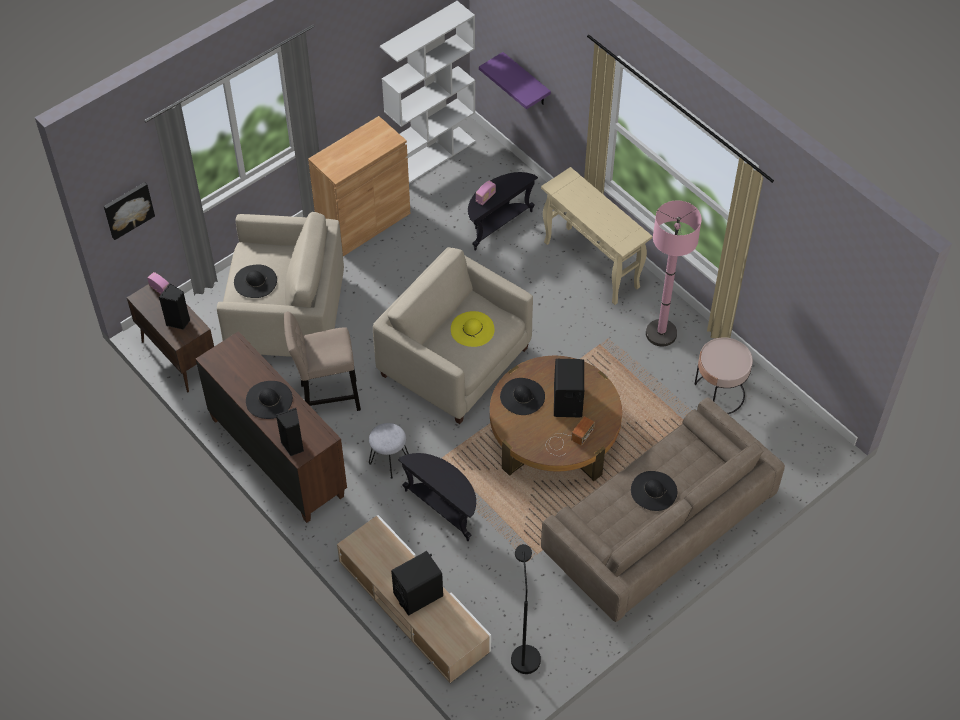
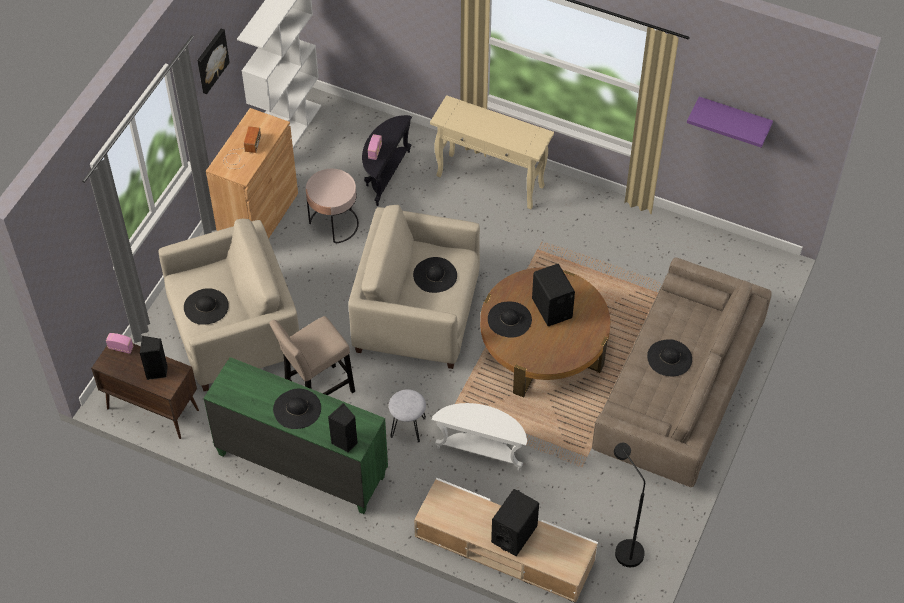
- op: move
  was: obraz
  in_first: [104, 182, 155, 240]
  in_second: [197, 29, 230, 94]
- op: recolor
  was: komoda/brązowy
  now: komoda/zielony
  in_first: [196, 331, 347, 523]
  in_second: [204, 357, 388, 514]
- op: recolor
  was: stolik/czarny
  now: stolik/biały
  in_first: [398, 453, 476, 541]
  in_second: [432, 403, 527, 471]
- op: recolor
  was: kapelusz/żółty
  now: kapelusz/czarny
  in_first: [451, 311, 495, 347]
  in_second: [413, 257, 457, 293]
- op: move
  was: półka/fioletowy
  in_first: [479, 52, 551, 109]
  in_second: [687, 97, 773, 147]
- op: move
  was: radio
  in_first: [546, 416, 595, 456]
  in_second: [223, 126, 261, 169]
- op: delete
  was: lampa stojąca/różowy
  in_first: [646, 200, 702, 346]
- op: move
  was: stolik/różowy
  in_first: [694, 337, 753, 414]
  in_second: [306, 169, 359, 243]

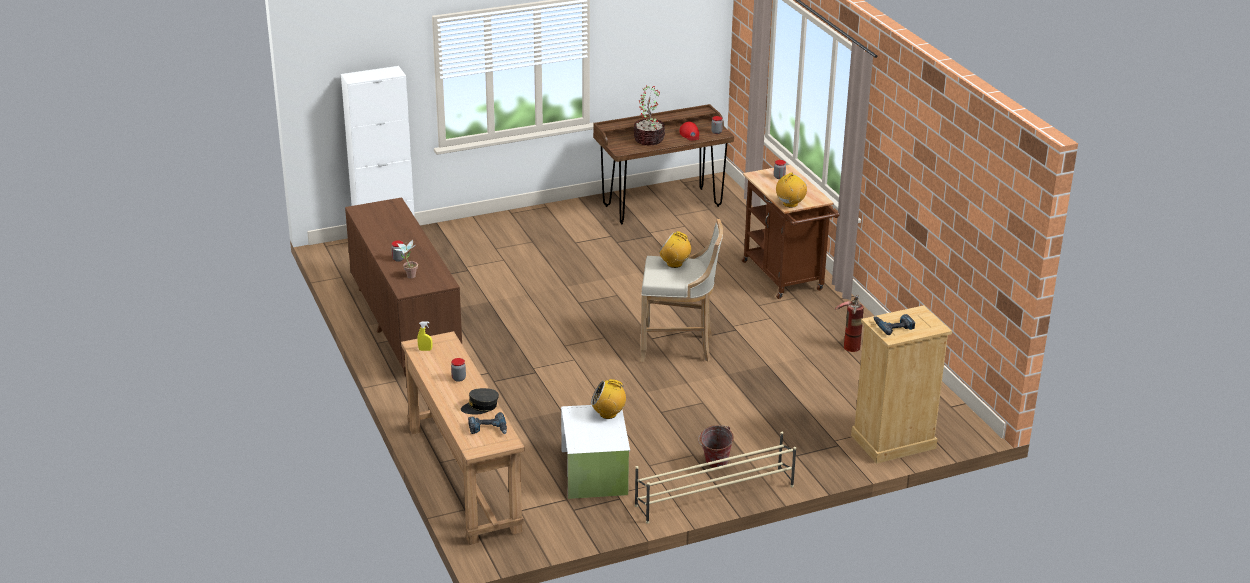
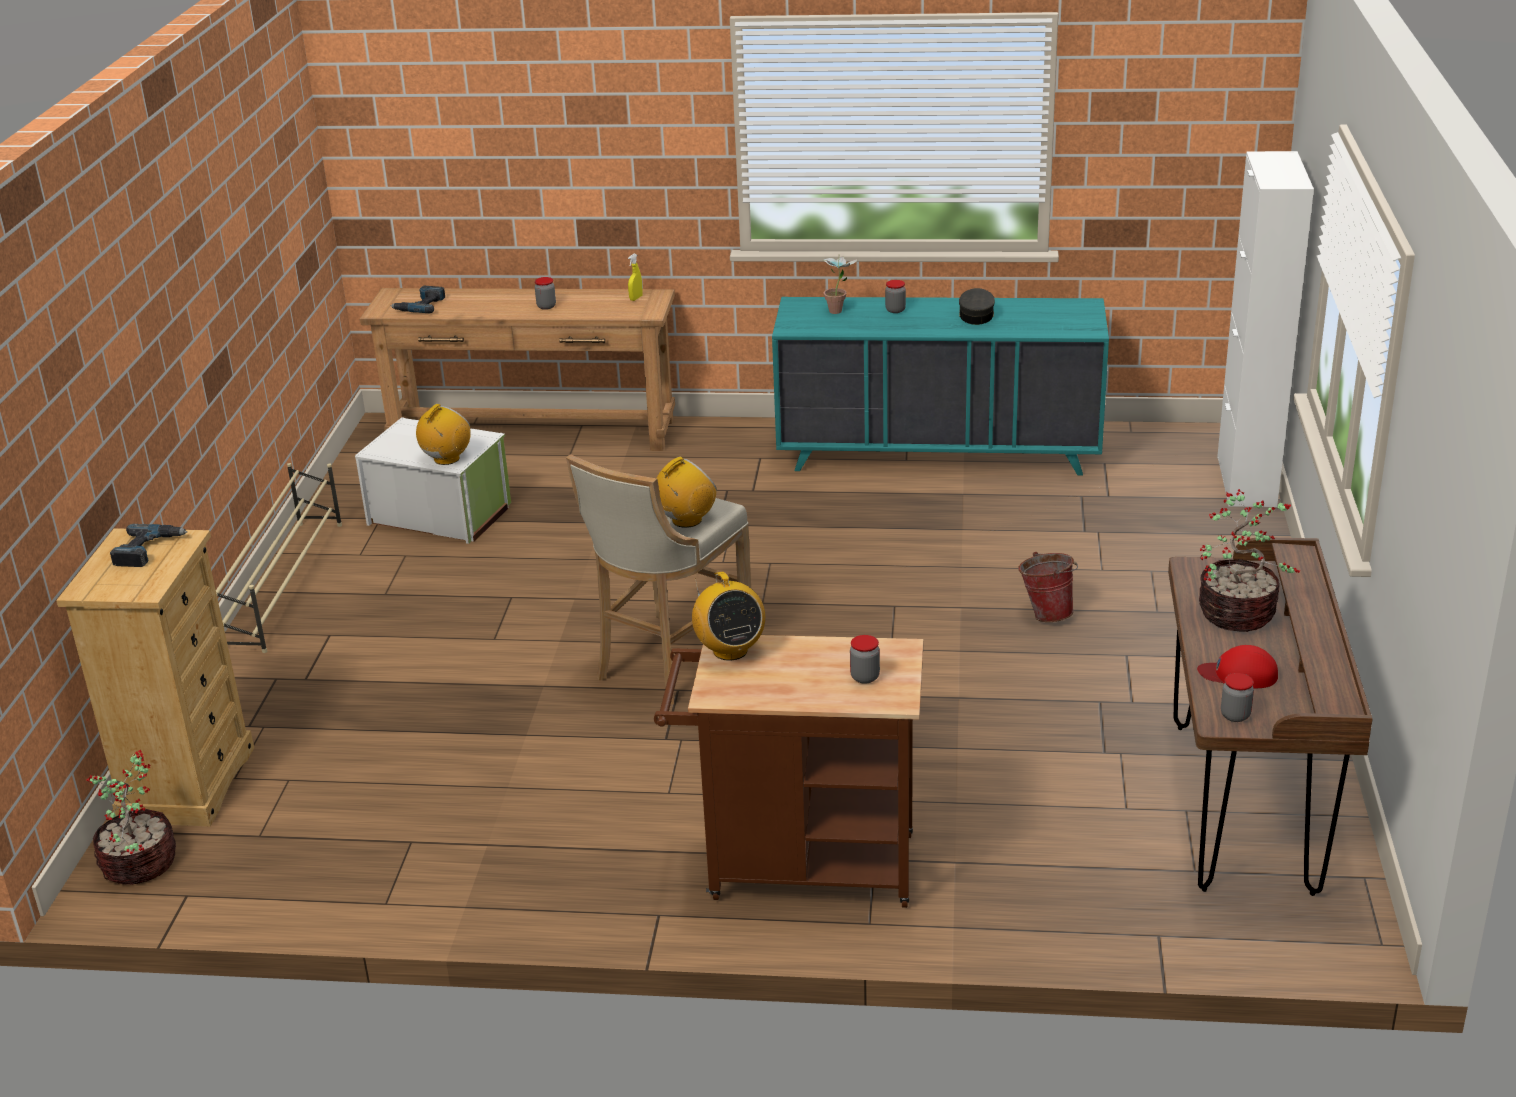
- op: recolor
  was: komoda/brązowy
  now: komoda/turkusowy
  in_first: [345, 197, 462, 376]
  in_second: [772, 297, 1109, 475]
- op: move
  was: czapka z daszkiem/szary
  in_first: [461, 388, 499, 414]
  in_second: [959, 288, 995, 325]
- op: move
  was: wiadro
  in_first: [698, 425, 734, 468]
  in_second: [1018, 552, 1078, 622]
- op: delete
  was: gaśnica
  in_first: [835, 295, 864, 352]
- op: insert
  now: roślina doniczkowa
  in_second: [86, 750, 176, 885]

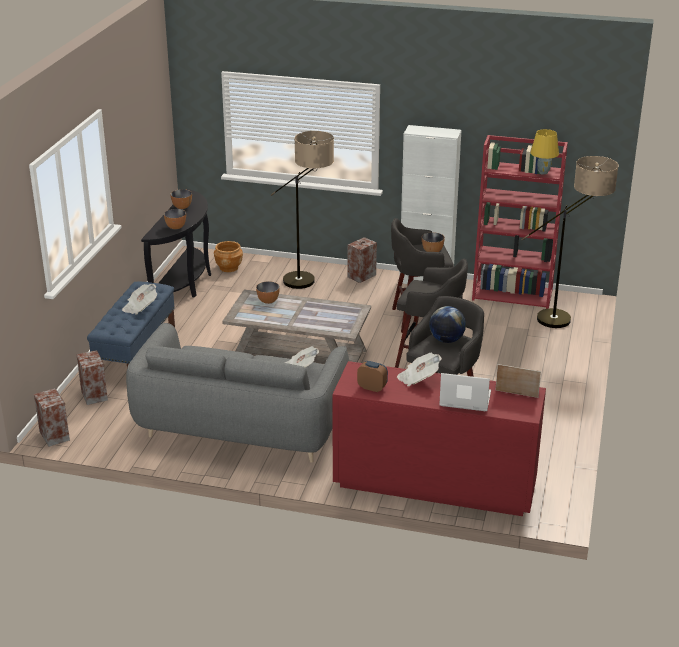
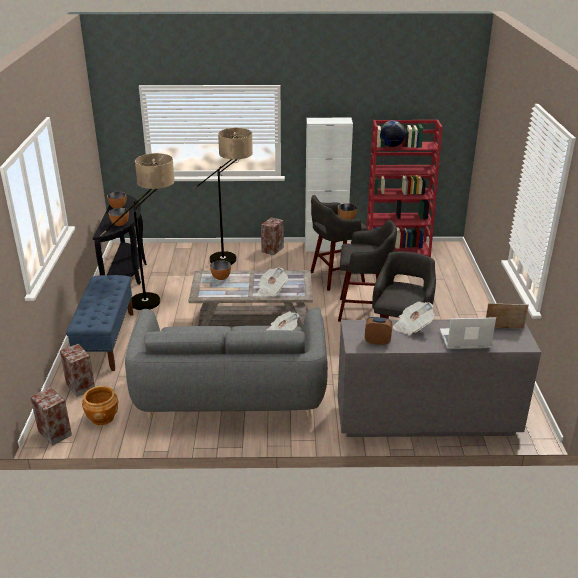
- op: move
  was: gazeta
  in_first: [122, 284, 157, 315]
  in_second: [257, 268, 288, 296]
- op: move
  was: donica/brązowy
  in_first: [214, 241, 243, 272]
  in_second: [82, 386, 118, 425]
- op: recolor
  was: komoda/czerwony
  now: komoda/szary
  in_first: [332, 361, 546, 516]
  in_second: [338, 319, 541, 437]
- op: move
  was: globus
  in_first: [429, 306, 466, 343]
  in_second: [380, 121, 406, 147]
- op: move
  was: lampa stojąca
  in_first: [521, 156, 619, 328]
  in_second: [100, 153, 175, 310]
- op: delete
  was: lampa stołowa/żółty
  in_first: [531, 129, 559, 175]

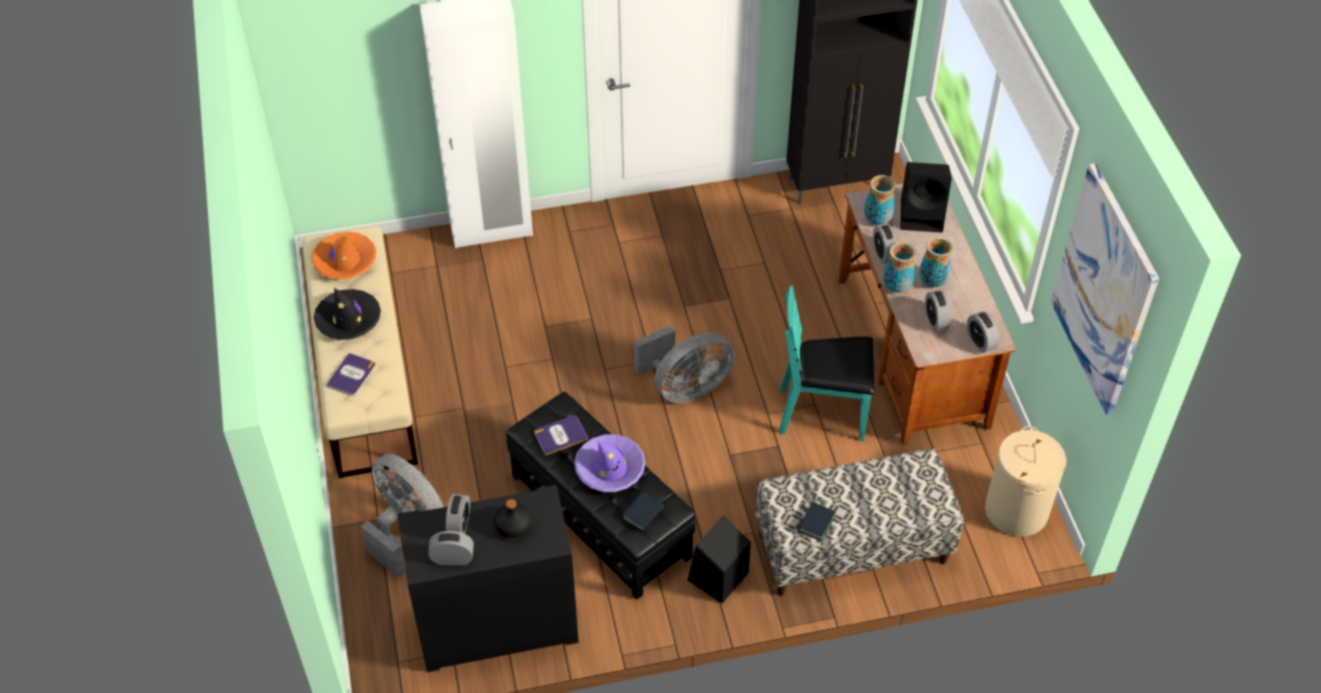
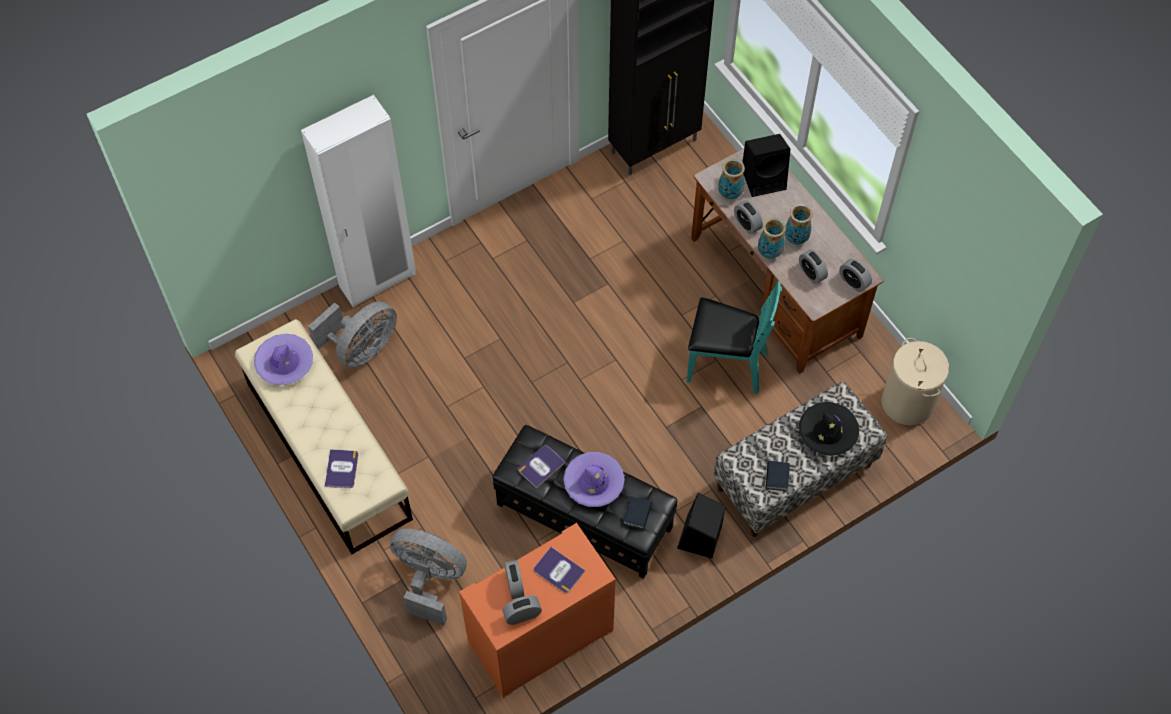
- op: recolor
  was: kapelusz/pomarańczowy
  now: kapelusz/fioletowy
  in_first: [311, 232, 376, 280]
  in_second: [254, 334, 313, 385]
- op: move
  was: kapelusz/czarny
  in_first: [314, 288, 381, 340]
  in_second: [799, 402, 859, 456]
- op: recolor
  was: komoda/czarny
  now: komoda/pomarańczowy
  in_first: [397, 485, 579, 672]
  in_second: [459, 523, 616, 698]
- op: replace
  was: butelka/czarny
  now: książka
  in_first: [494, 499, 532, 538]
  in_second: [534, 547, 585, 593]
- op: move
  was: wentylator/szary
  in_first: [634, 325, 735, 403]
  in_second: [308, 301, 397, 368]
- op: rotate
  was: krzesło/turkusowy
  in_first: [779, 286, 874, 441]
  in_second: [687, 281, 782, 394]
  clockwise: -150
- op: delete
  was: obraz
  in_first: [1051, 163, 1159, 415]

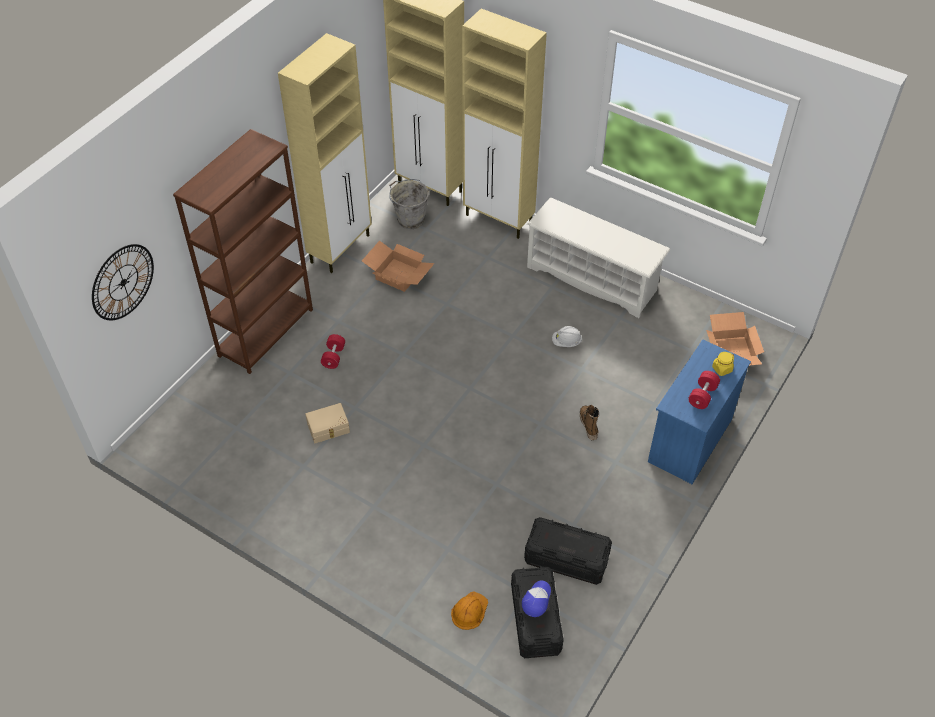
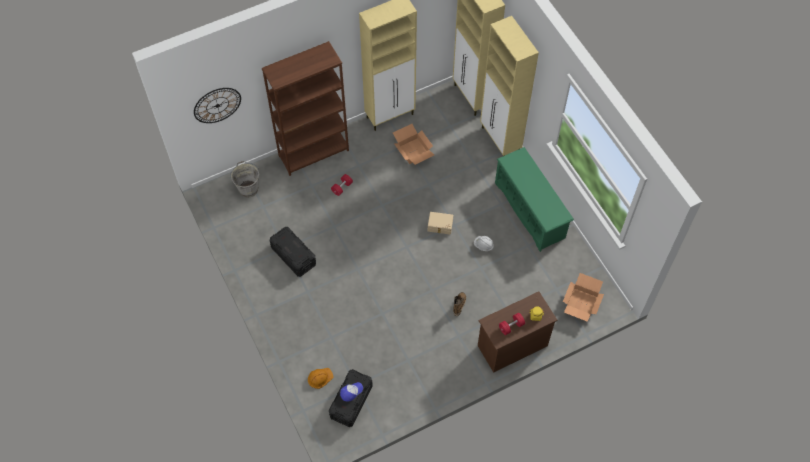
- op: move
  was: pojemnik do przechowywania/beżowy
  in_first: [305, 403, 350, 443]
  in_second: [428, 212, 453, 235]
- op: move
  was: wiadro/szary
  in_first: [389, 179, 429, 230]
  in_second: [230, 161, 259, 198]
- op: move
  was: pojemnik do przechowywania/czarny
  in_first: [524, 517, 612, 585]
  in_second: [270, 227, 316, 277]
- op: recolor
  was: regał na buty/biały
  now: regał na buty/zielony
  in_first: [527, 198, 670, 318]
  in_second: [495, 147, 574, 252]
- op: recolor
  was: komoda/niebieski
  now: komoda/brązowy
  in_first: [648, 339, 751, 484]
  in_second: [478, 291, 557, 373]

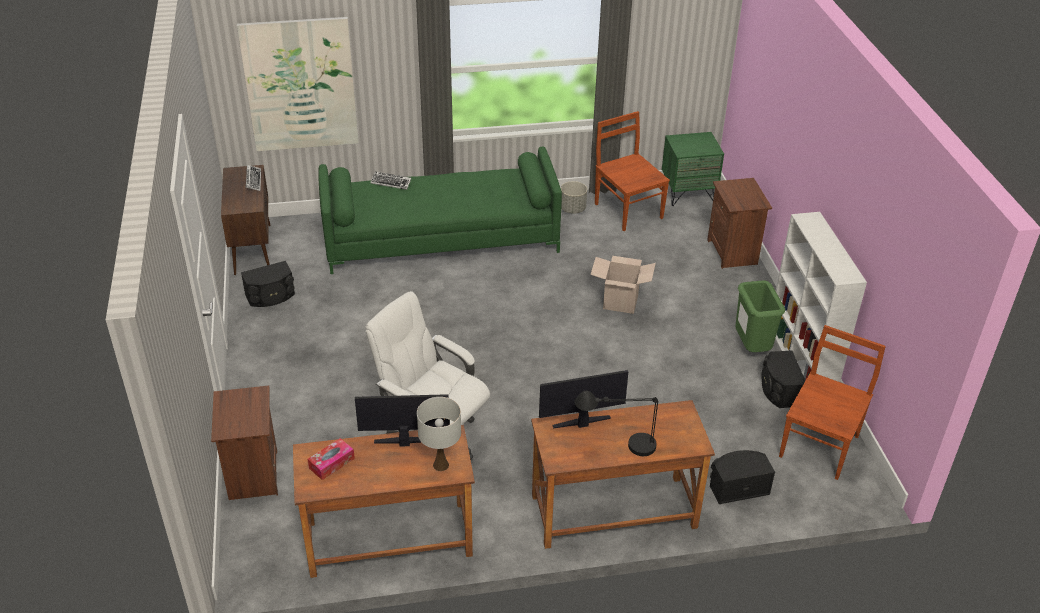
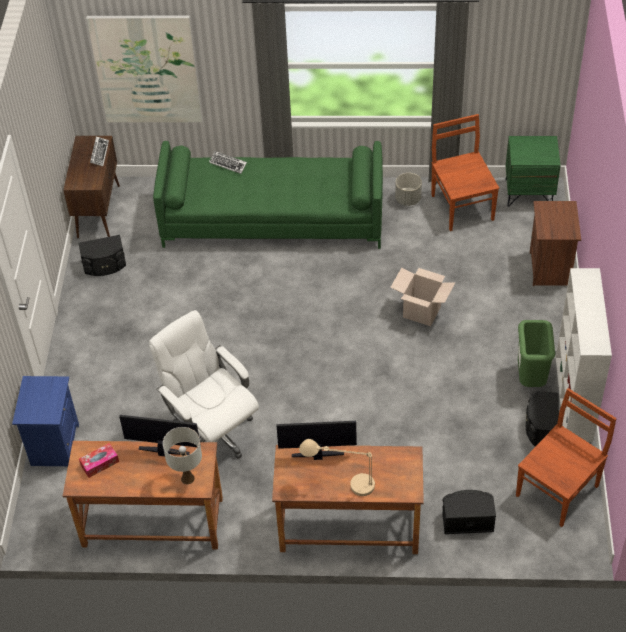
- op: recolor
  was: szafka nocna/brązowy
  now: szafka nocna/niebieski
  in_first: [211, 386, 278, 500]
  in_second: [12, 376, 79, 466]
- op: recolor
  was: lampa stołowa/czarny
  now: lampa stołowa/beżowy
  in_first: [574, 391, 658, 456]
  in_second: [299, 439, 376, 496]

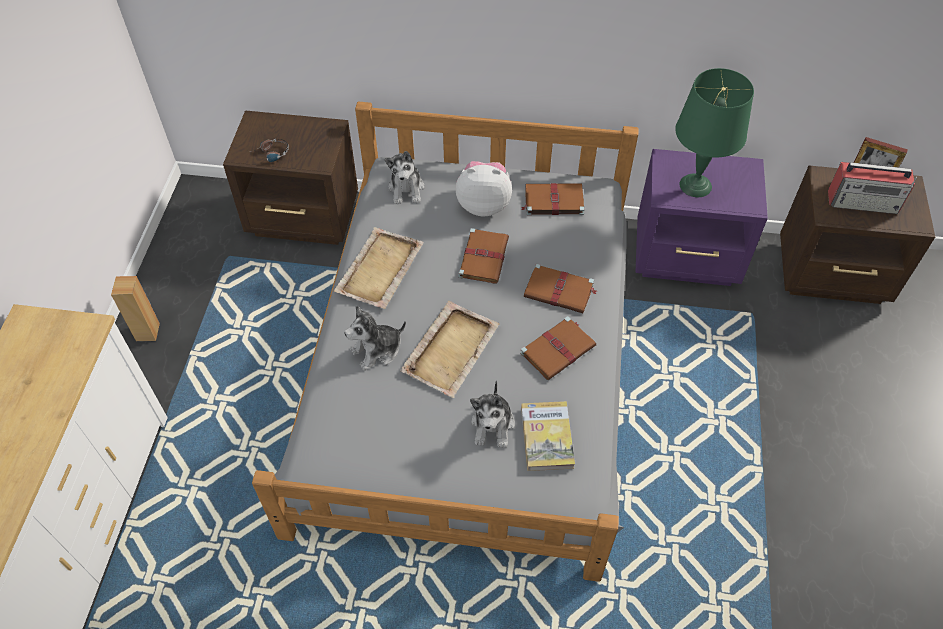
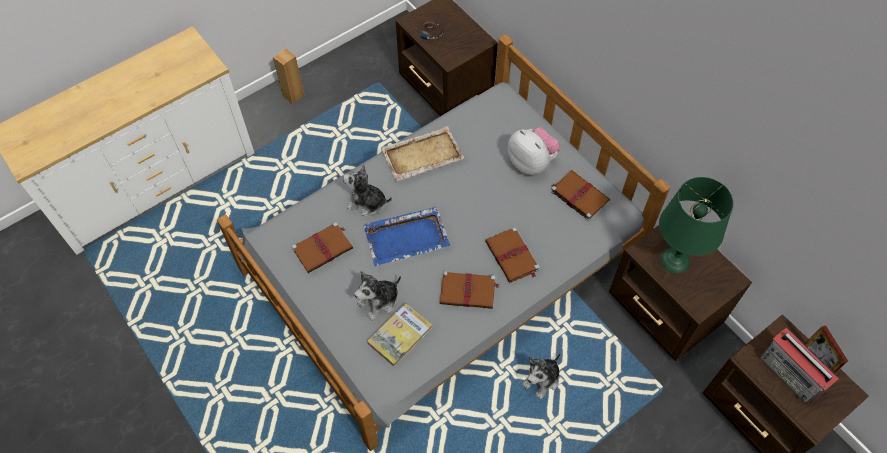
- op: move
  was: pluszak
  in_first: [384, 151, 425, 204]
  in_second: [522, 353, 561, 399]
- op: recolor
  was: taca/beżowy
  now: taca/niebieski
  in_first: [400, 301, 499, 398]
  in_second: [363, 207, 450, 267]
- op: move
  was: książka/brązowy
  in_first: [458, 228, 509, 283]
  in_second: [292, 222, 353, 273]
- op: recolor
  was: szafka nocna/fioletowy
  now: szafka nocna/brązowy
  in_first: [635, 149, 768, 286]
  in_second: [609, 225, 752, 361]

